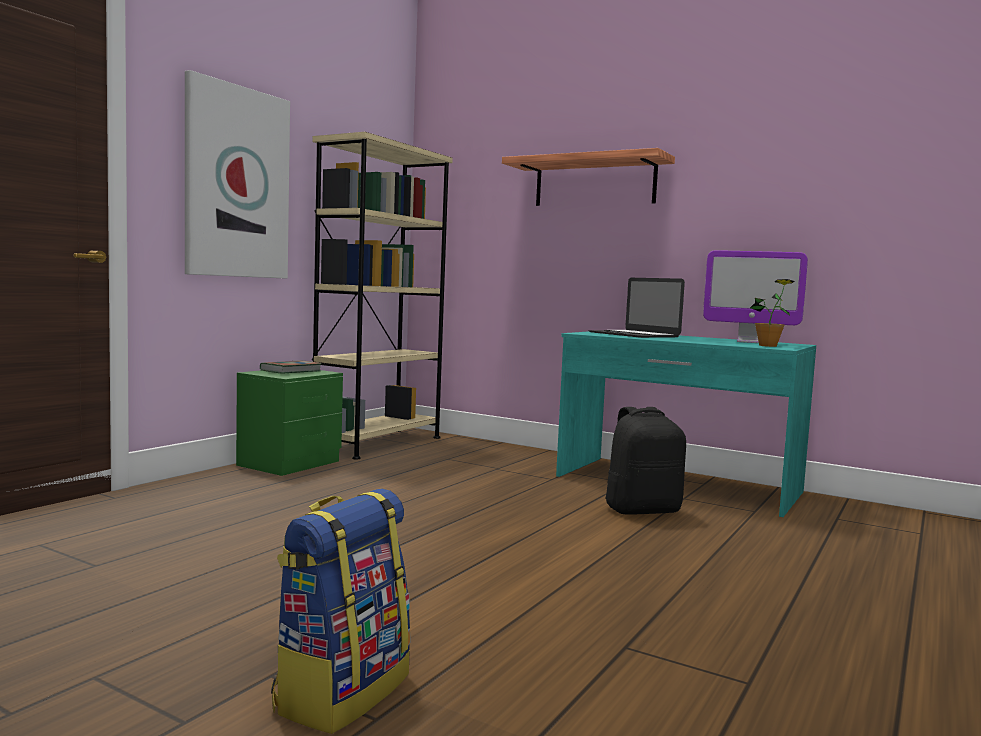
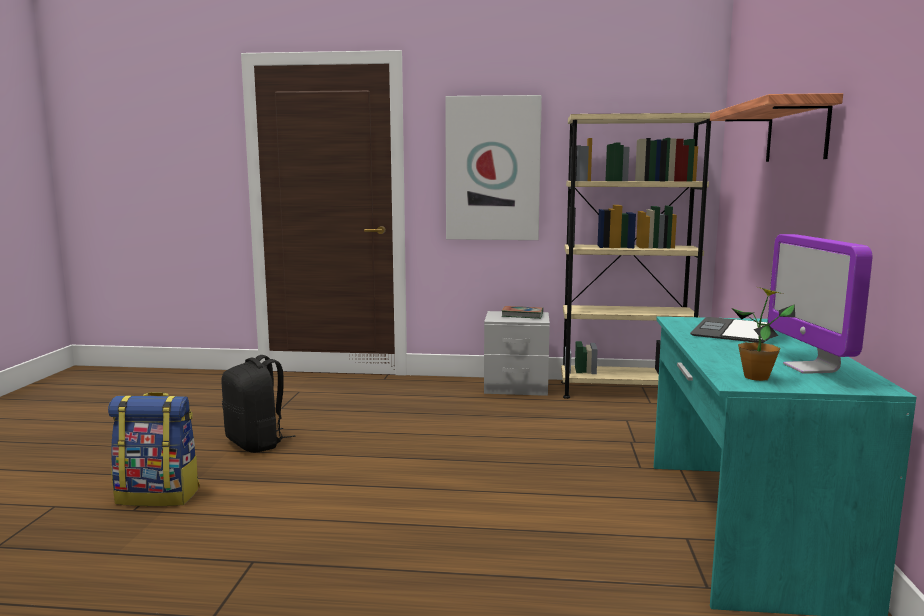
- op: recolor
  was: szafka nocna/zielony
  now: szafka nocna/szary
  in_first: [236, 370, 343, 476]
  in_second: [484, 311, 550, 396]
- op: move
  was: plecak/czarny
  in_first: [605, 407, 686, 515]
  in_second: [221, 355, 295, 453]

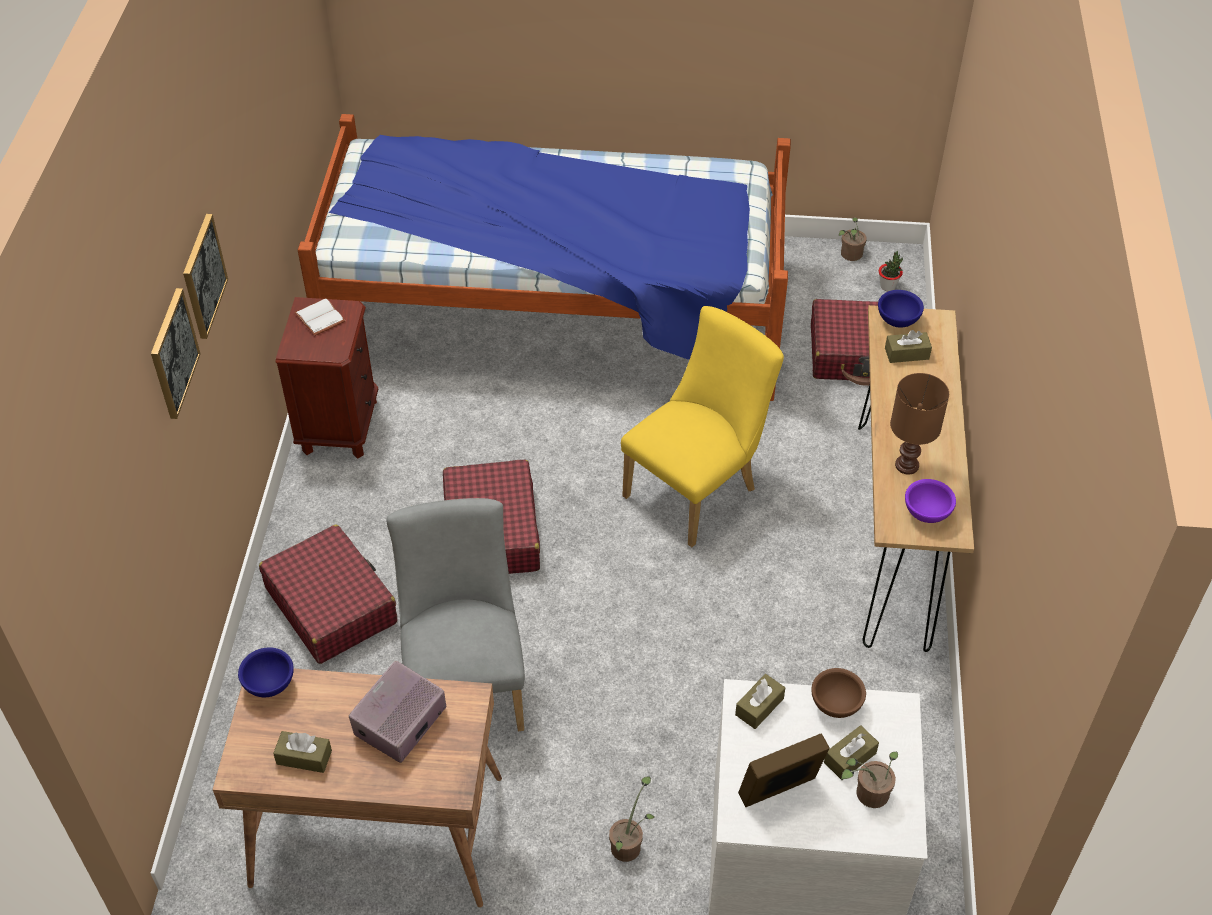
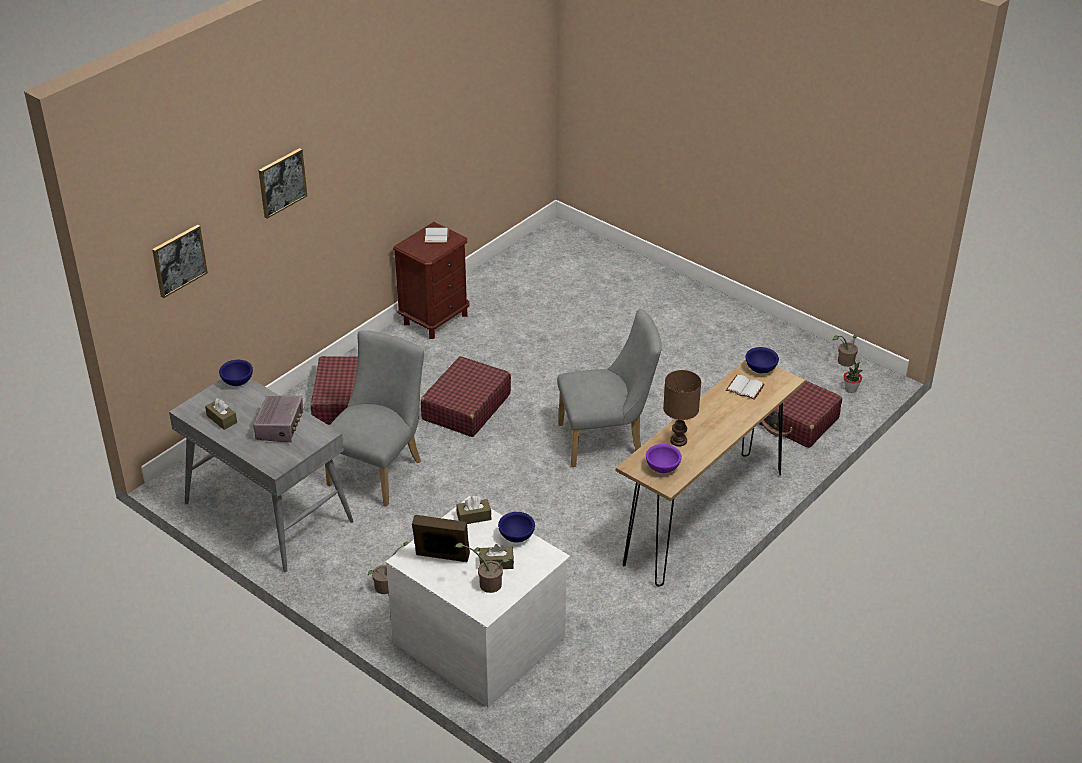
- op: move
  was: obraz
  in_first: [183, 214, 228, 339]
  in_second: [152, 225, 208, 298]
- op: recolor
  was: biurko/brązowy
  now: biurko/szary
  in_first: [212, 669, 502, 908]
  in_second: [169, 378, 354, 572]
- op: delete
  was: łóżko
  in_first: [298, 114, 791, 401]
- op: rotate
  was: radio
  in_first: [349, 661, 446, 763]
  in_second: [253, 395, 303, 443]
  clockwise: 120
- op: recolor
  was: krzesło/żółty
  now: krzesło/szary
  in_first: [621, 306, 784, 547]
  in_second: [557, 309, 662, 467]
- op: recolor
  was: miska/brązowy
  now: miska/niebieski
  in_first: [811, 668, 866, 718]
  in_second: [498, 512, 535, 543]
- op: replace
  was: pudełko chusteczek/brązowy
  now: książka/biały
  in_first: [885, 330, 932, 363]
  in_second: [726, 375, 765, 400]

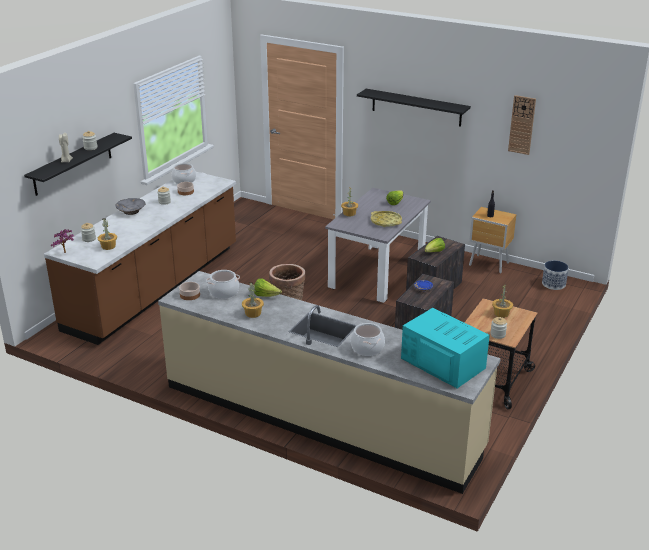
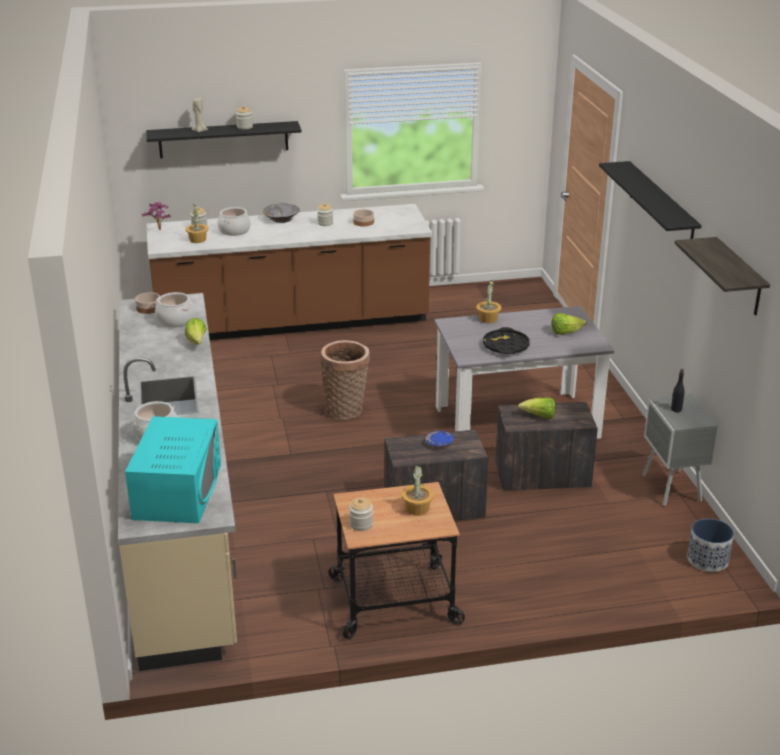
- op: move
  was: garnek
  in_first: [172, 163, 196, 184]
  in_second: [218, 207, 251, 236]
- op: delete
  was: roślina doniczkowa
  in_first: [242, 282, 264, 318]
- op: recolor
  was: taca/żółty
  now: taca/czarny
  in_first: [371, 211, 402, 227]
  in_second: [483, 327, 530, 354]
- op: recolor
  was: szafka nocna/brązowy
  now: szafka nocna/szary
  in_first: [469, 207, 517, 273]
  in_second: [642, 394, 718, 506]
- op: replace
  was: zegar ścienny
  now: półka
  in_first: [508, 95, 536, 155]
  in_second: [674, 237, 770, 316]

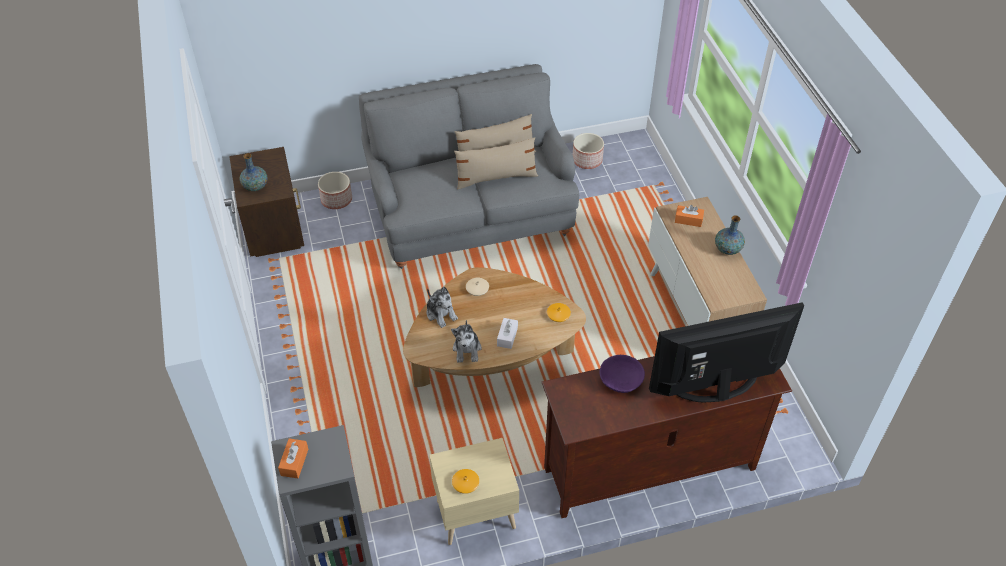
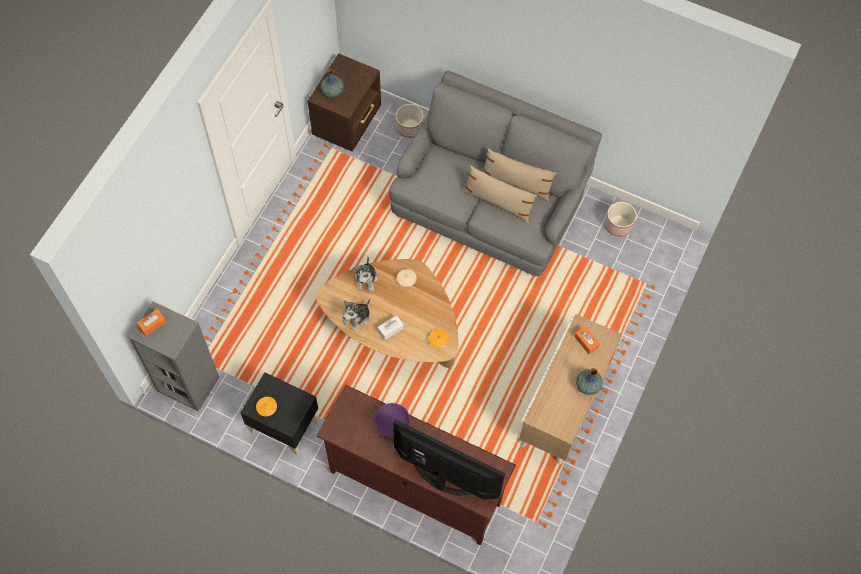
- op: recolor
  was: szafka nocna/beżowy
  now: szafka nocna/czarny
  in_first: [429, 438, 519, 545]
  in_second: [241, 372, 318, 455]

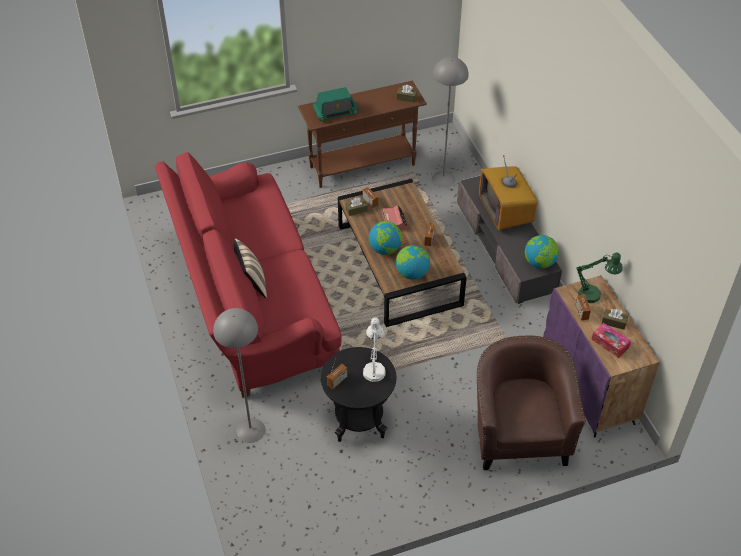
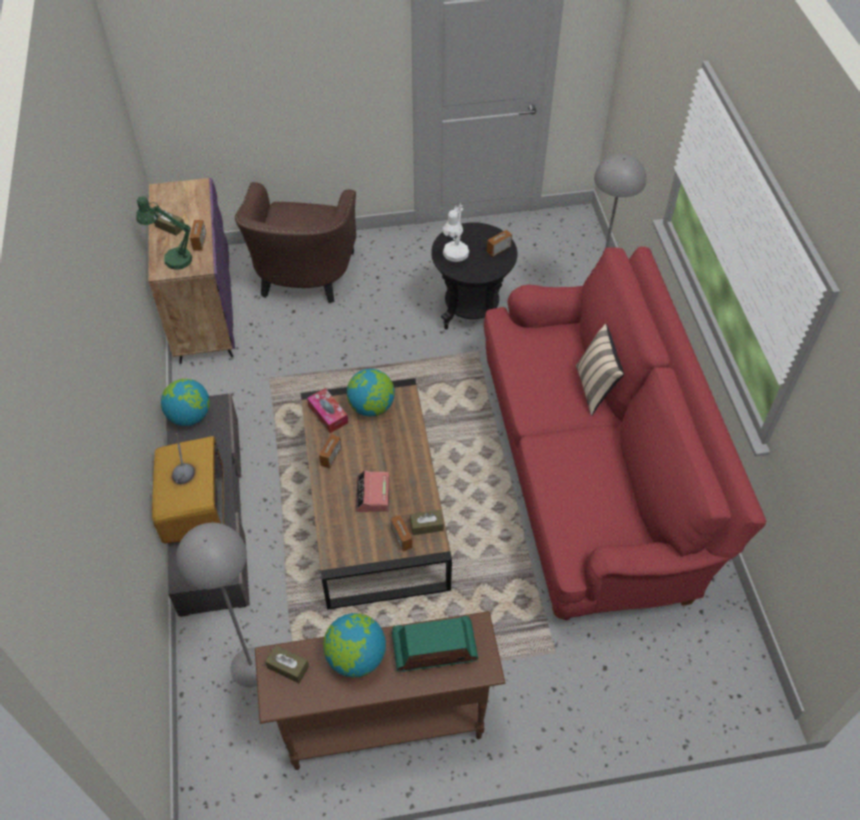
- op: move
  was: globus
  in_first: [369, 221, 402, 255]
  in_second: [323, 613, 386, 677]
- op: move
  was: pudełko chusteczek
  in_first: [591, 323, 631, 358]
  in_second: [307, 388, 348, 433]

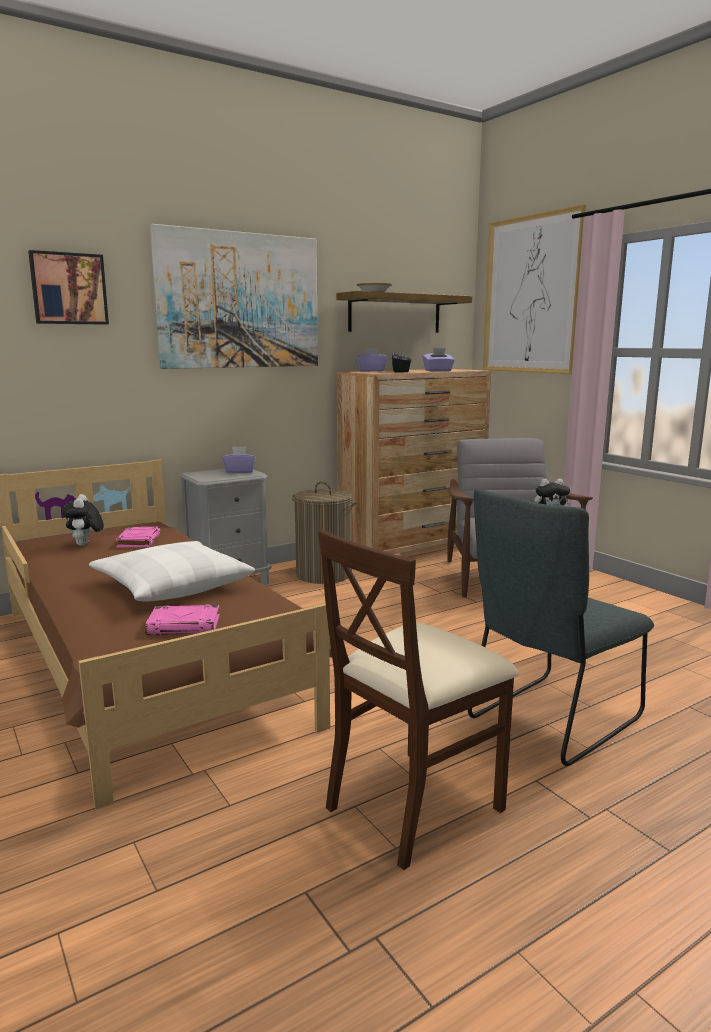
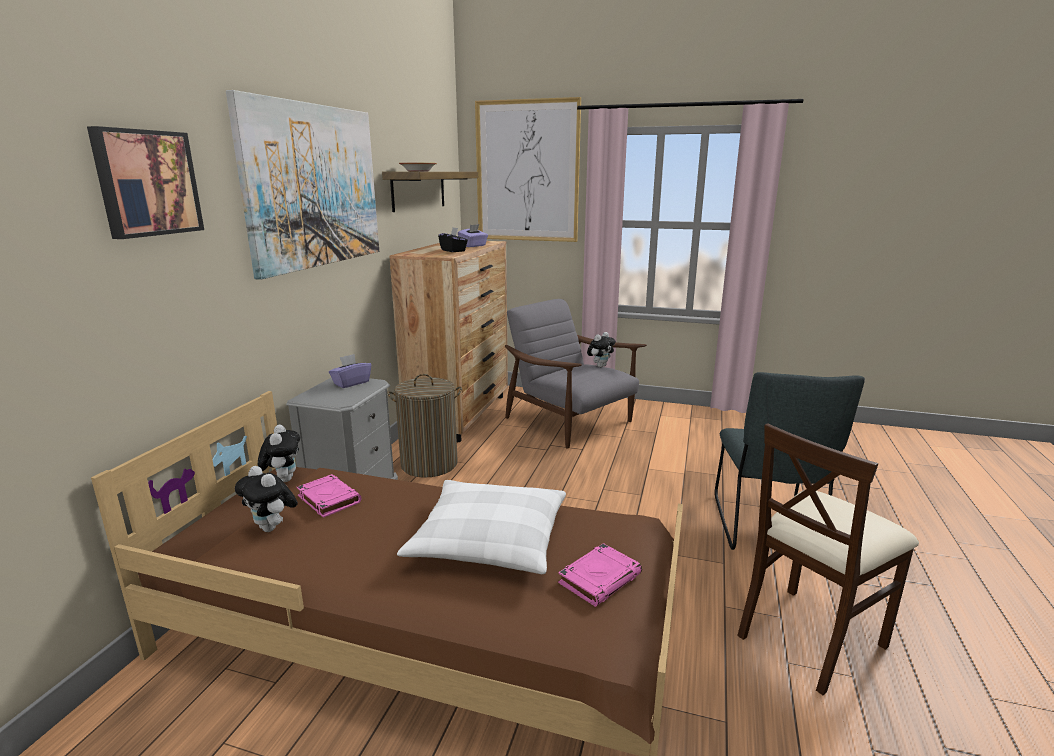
- op: rotate
  was: krzesło/beżowy
  in_first: [318, 530, 519, 870]
  in_second: [737, 423, 919, 696]
  clockwise: 45
- op: delete
  was: pudełko chusteczek/fioletowy
  in_first: [356, 348, 387, 372]
- op: insert
  now: pluszak
  in_second: [258, 425, 300, 482]

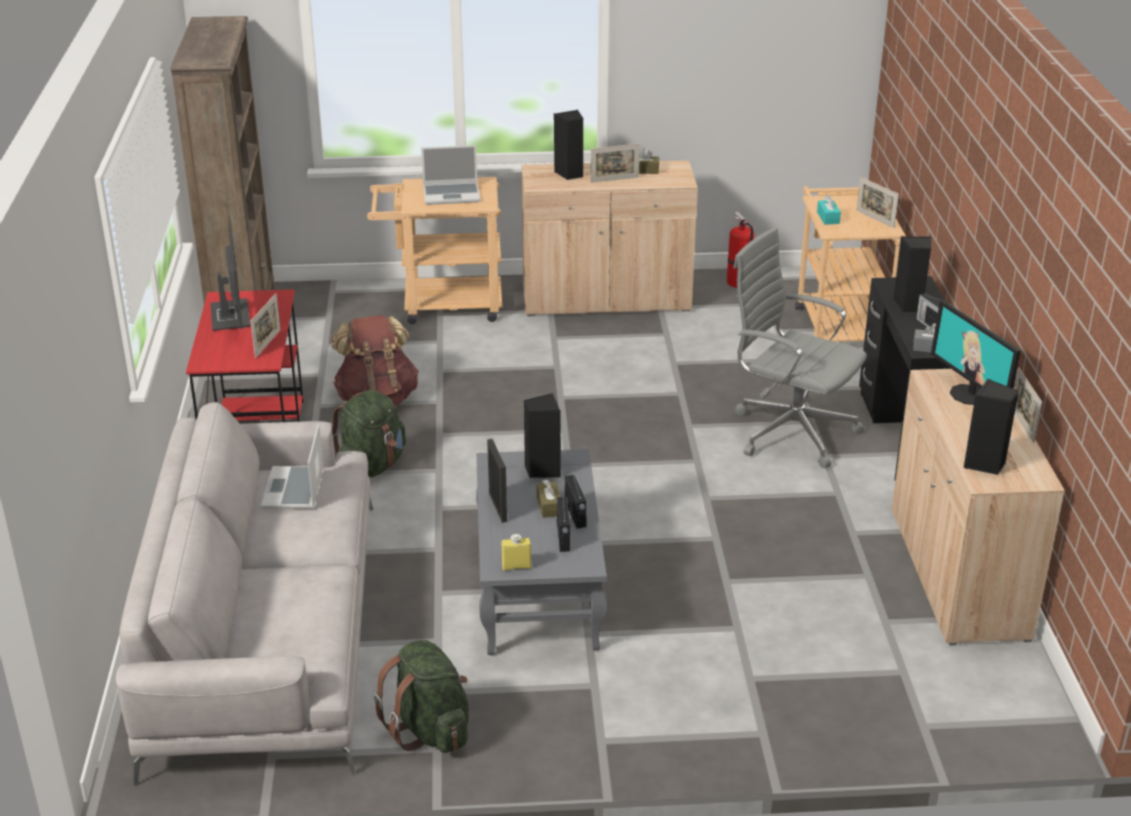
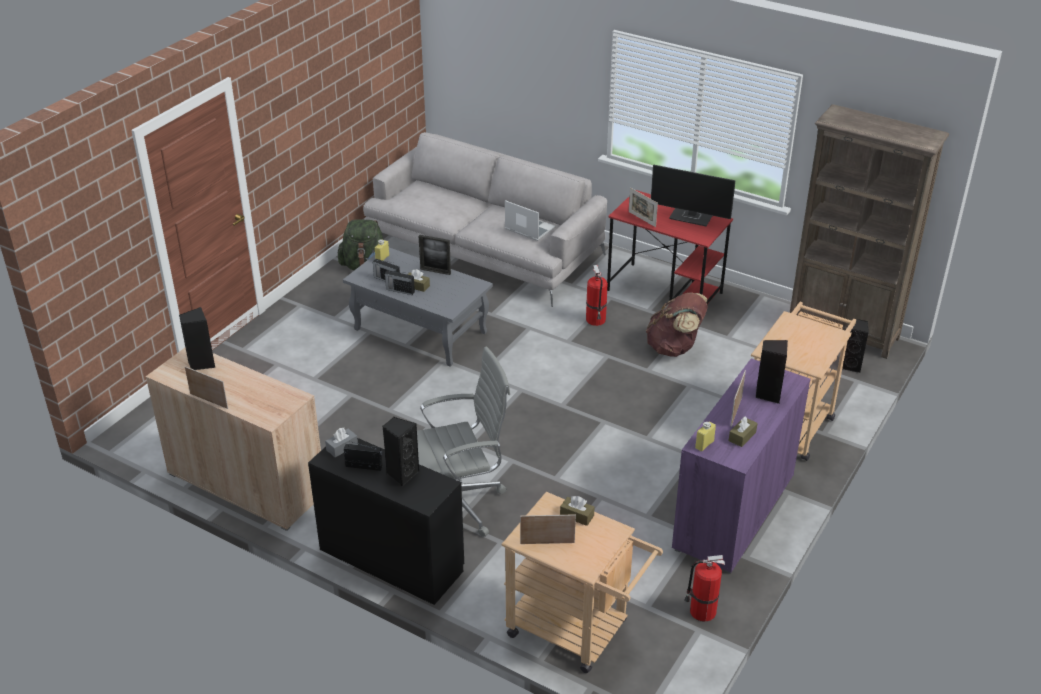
- op: replace
  was: plecak/zielony
  now: gaśnica
  in_first: [332, 390, 406, 478]
  in_second: [586, 265, 608, 326]
- op: delete
  was: laptop
  in_first: [421, 145, 480, 205]
- op: recolor
  was: szafka/beżowy
  now: szafka/fioletowy
  in_first: [521, 160, 698, 316]
  in_second: [672, 358, 811, 574]
- op: move
  was: głośnik/czarny
  in_first: [524, 393, 561, 478]
  in_second: [842, 319, 869, 373]
- op: recolor
  was: pudełko chusteczek/turkusowy
  now: pudełko chusteczek/brązowy
  in_first: [817, 195, 841, 225]
  in_second: [560, 496, 595, 526]
- op: delete
  was: monitor
  in_first: [931, 300, 1021, 405]
- op: insert
  now: butelka/żółty
  in_second: [695, 422, 716, 452]

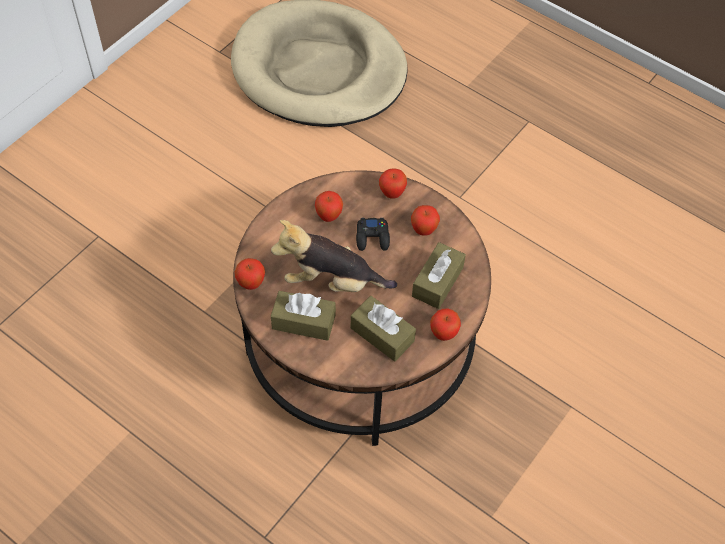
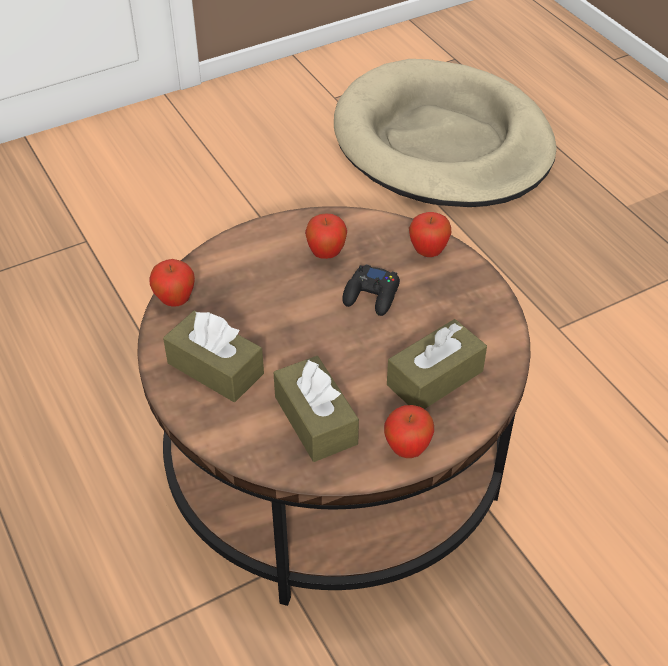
- op: delete
  was: pluszak
  in_first: [271, 220, 397, 292]
- op: delete
  was: jabłko
  in_first: [411, 205, 440, 236]

